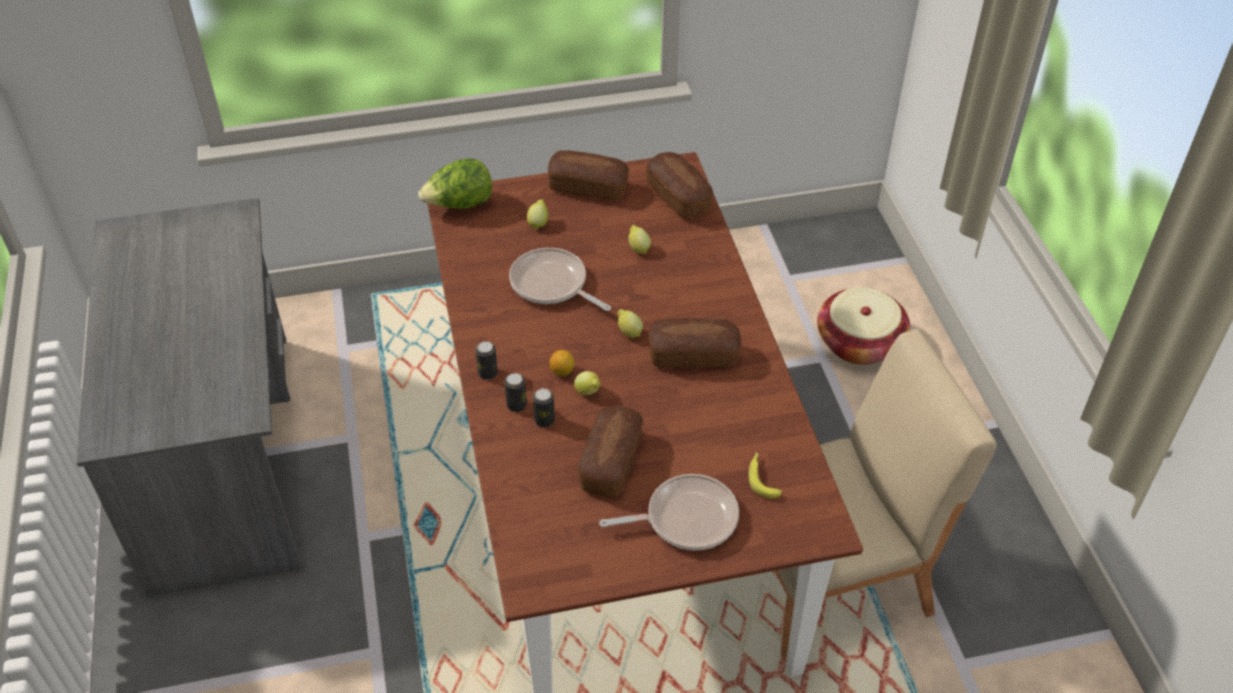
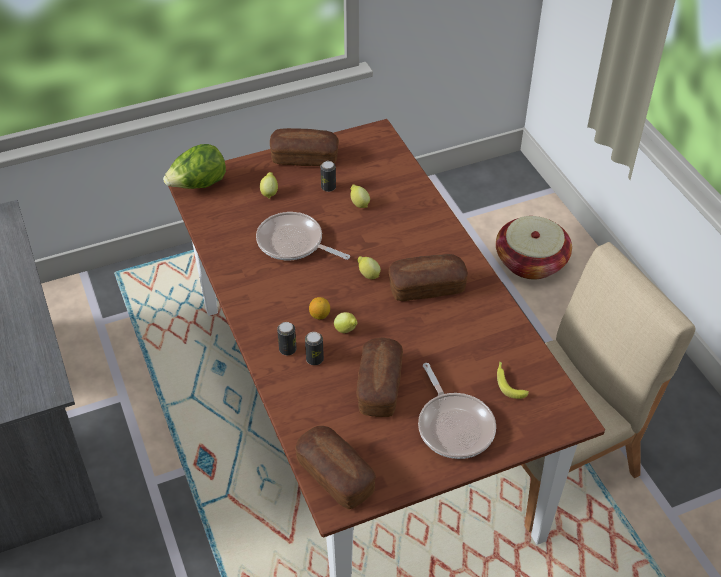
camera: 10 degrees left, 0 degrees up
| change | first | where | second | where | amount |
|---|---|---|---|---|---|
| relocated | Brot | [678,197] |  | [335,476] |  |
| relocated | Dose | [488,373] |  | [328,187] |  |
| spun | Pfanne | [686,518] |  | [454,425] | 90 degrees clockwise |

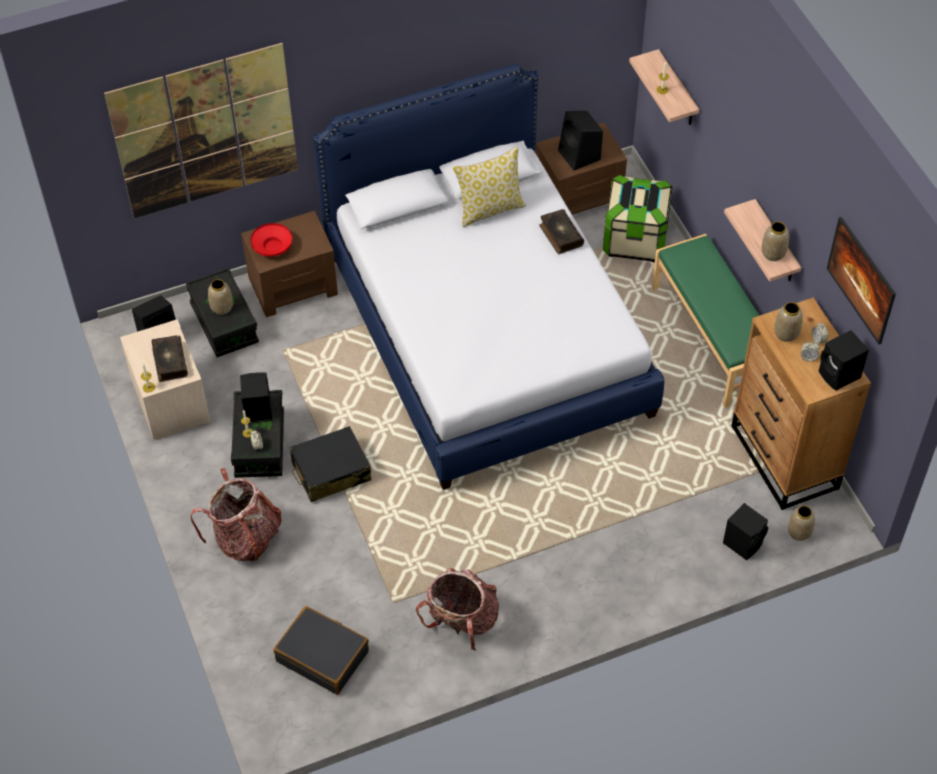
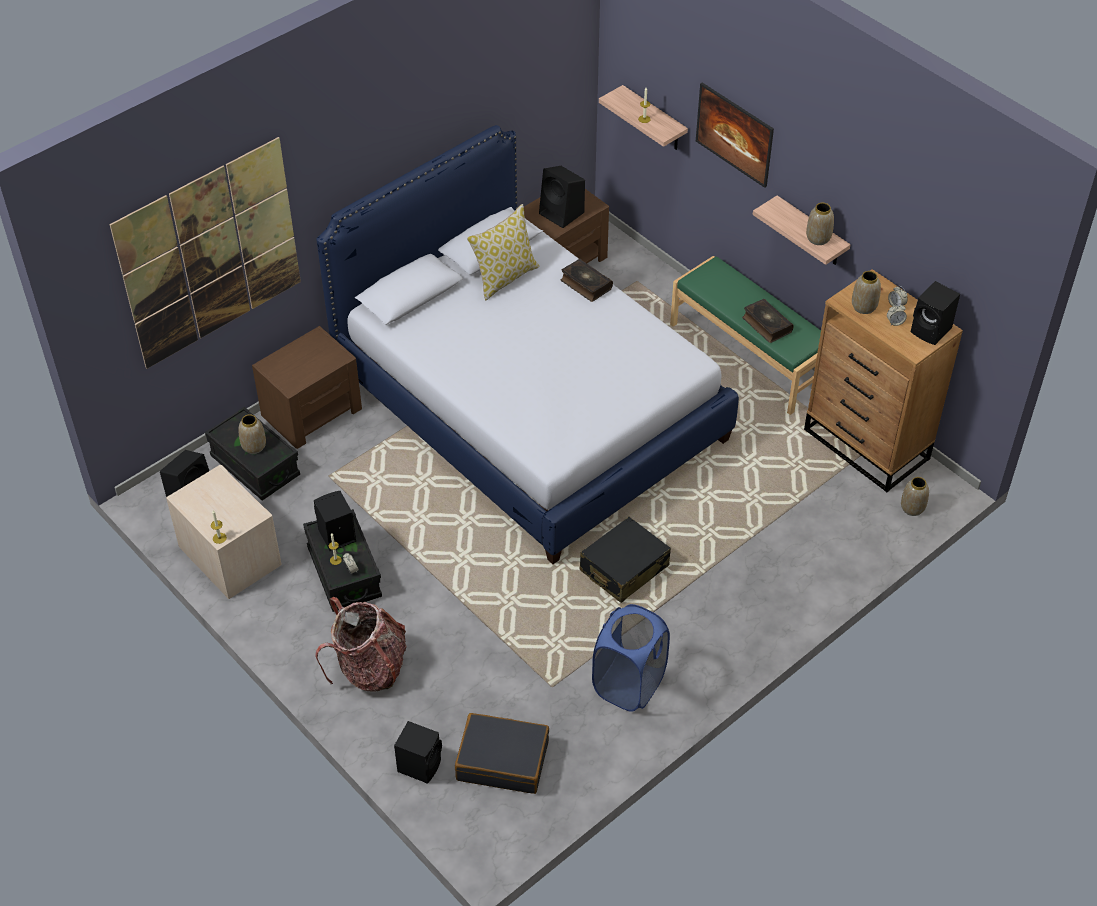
camera: 20 degrees left, 5 degrees down
| change | first | where | second | where | amount |
|---|---|---|---|---|---|
| missing | Aufbewahrungsbox | [635,240] |  |  |  |
| relocated | Bild | [858,292] |  | [733,149] |  |
| missing | Schüssel (rot) | [272,247] |  |  |  |
| relocated | Buch | [169,362] |  | [766,325] |  |
| relocated | Koffer (schwarz) | [330,471] |  | [624,568] |  |
| relocated | Lautsprecher (schwarz) | [743,542] |  | [420,764] |  |
| exchanged | Rucksack | [461,621] | Wäschekorb (blau) | [629,684] |  |

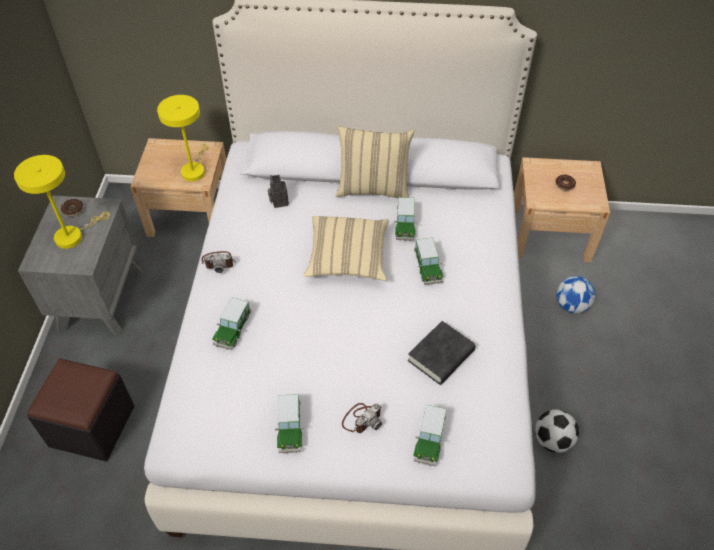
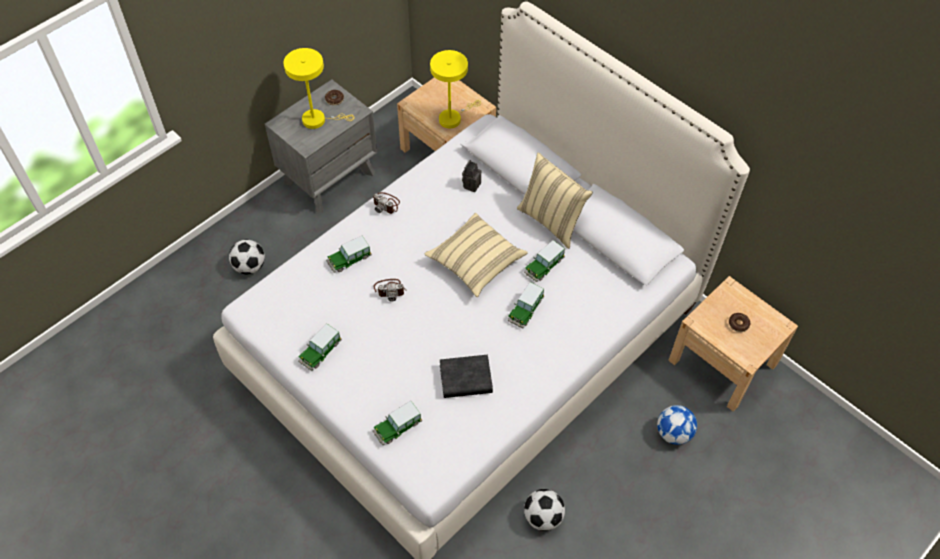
camera: 40 degrees right, 5 degrees up
| change | first | where | second | where | amount |
|---|---|---|---|---|---|
| exchanged | Polsterhocker (schwarz) | [92,426] | Fußball | [250,266] |  |
| relocated | Kamera | [362,419] |  | [390,289] |  |

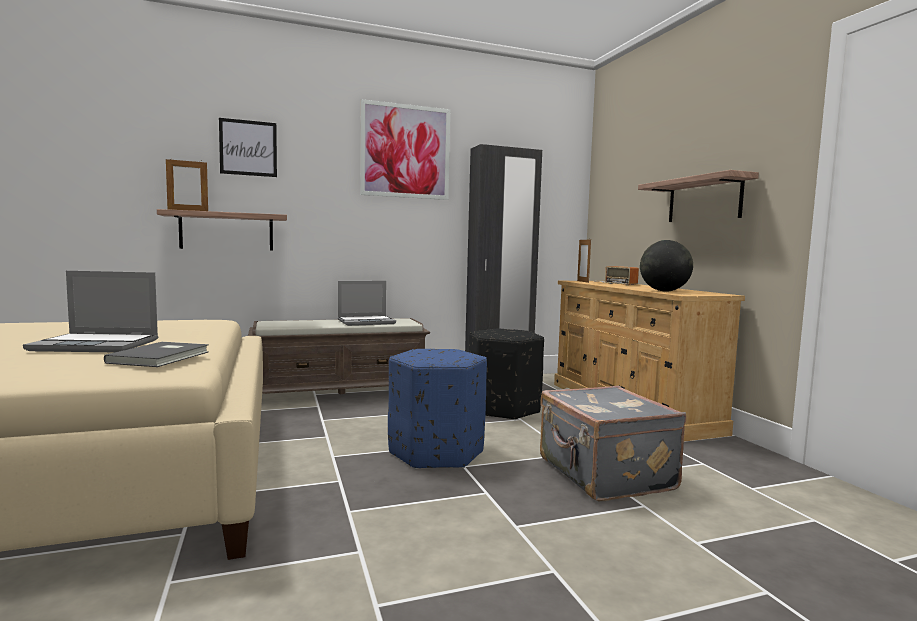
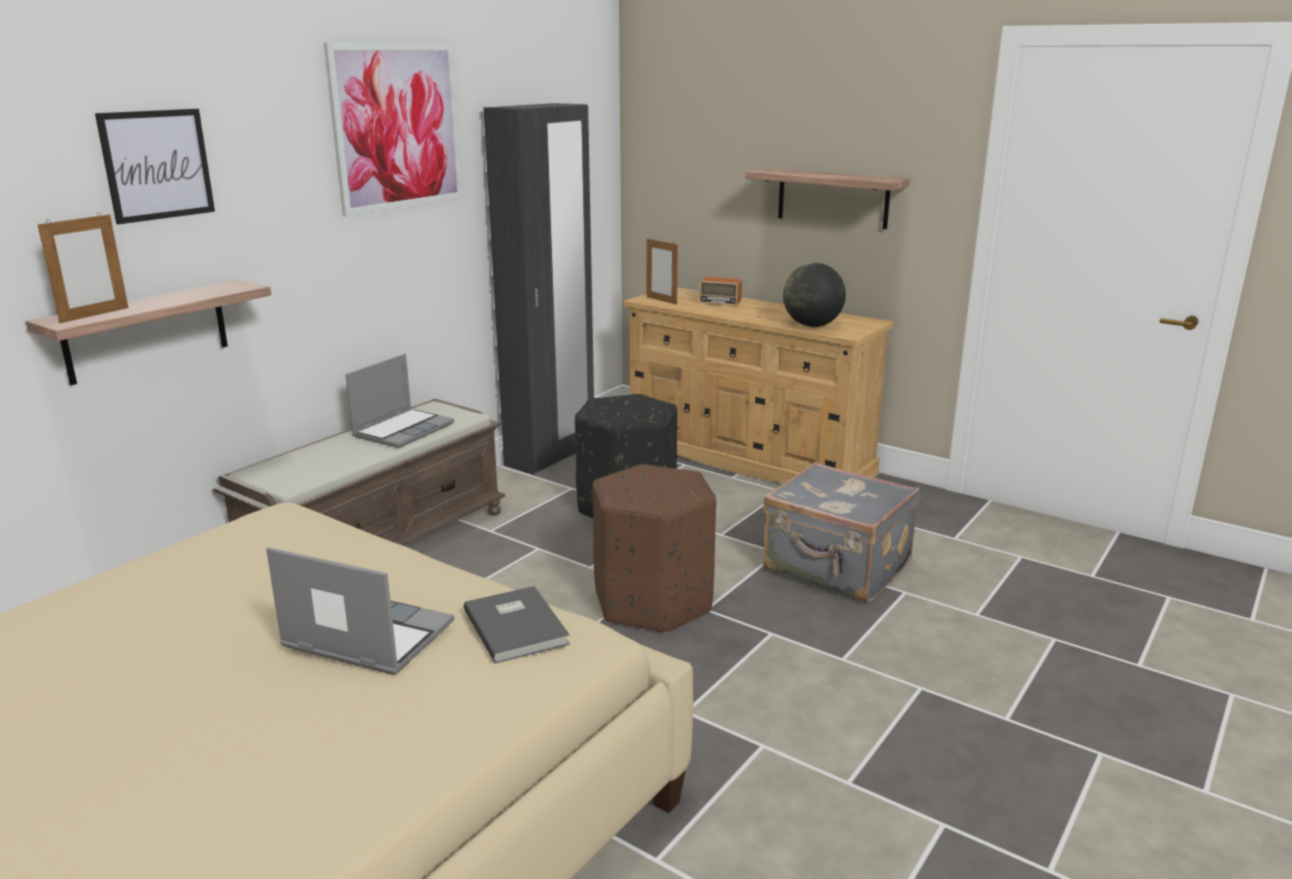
camera: 35 degrees left, 15 degrees up
| change | first | where | second | where | amount |
|---|---|---|---|---|---|
| spun | Laptop | [98,345] |  | [365,636] | 120 degrees counterclockwise |
| colour | Polsterhocker (blau) | [437,452] | Polsterhocker (braun) | [653,601] |  |

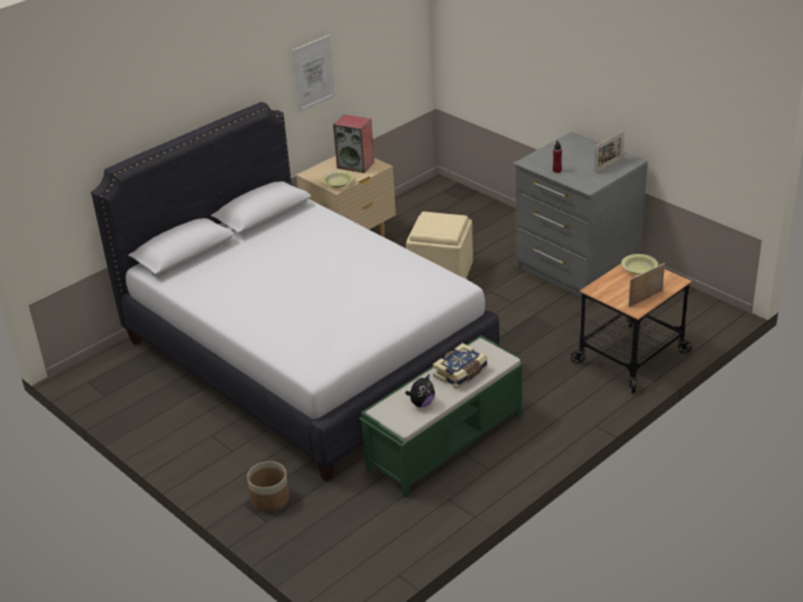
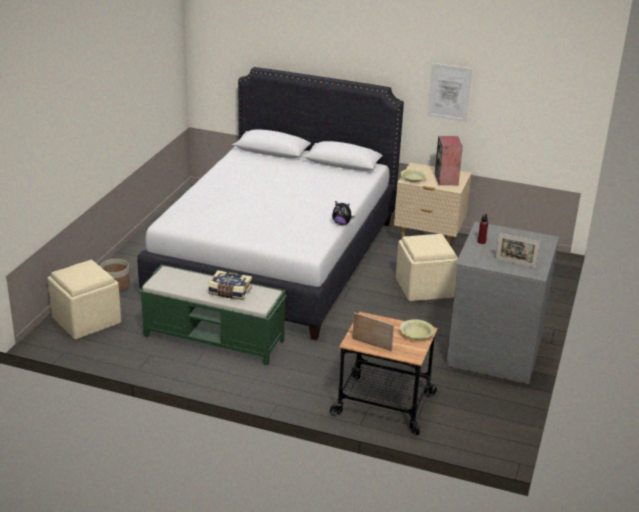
camera: 60 degrees right, 5 degrees down
| change | first | where | second | where | amount |
|---|---|---|---|---|---|
| relocated | Plüschtier | [421,403] |  | [341,223] |  |
| appeared |  |  | Polsterhocker (beige) | [86,320] |  |

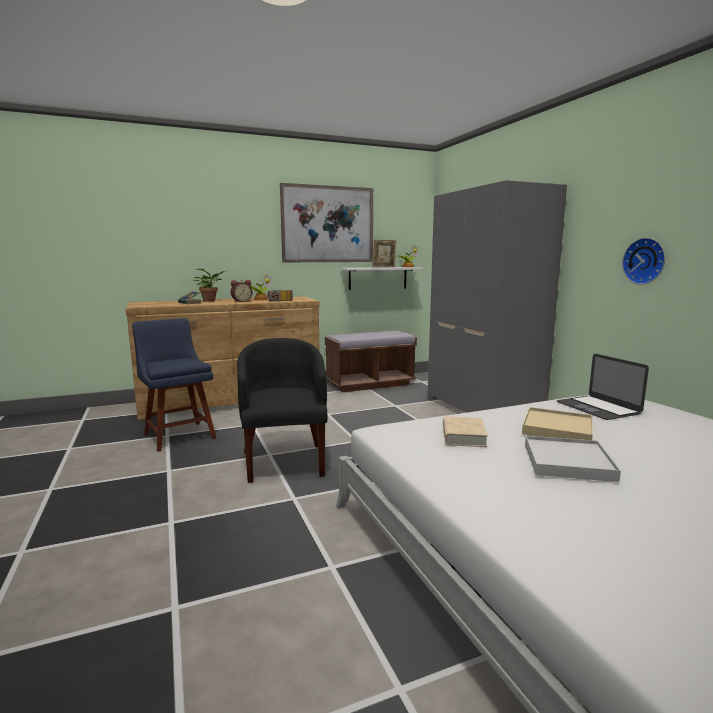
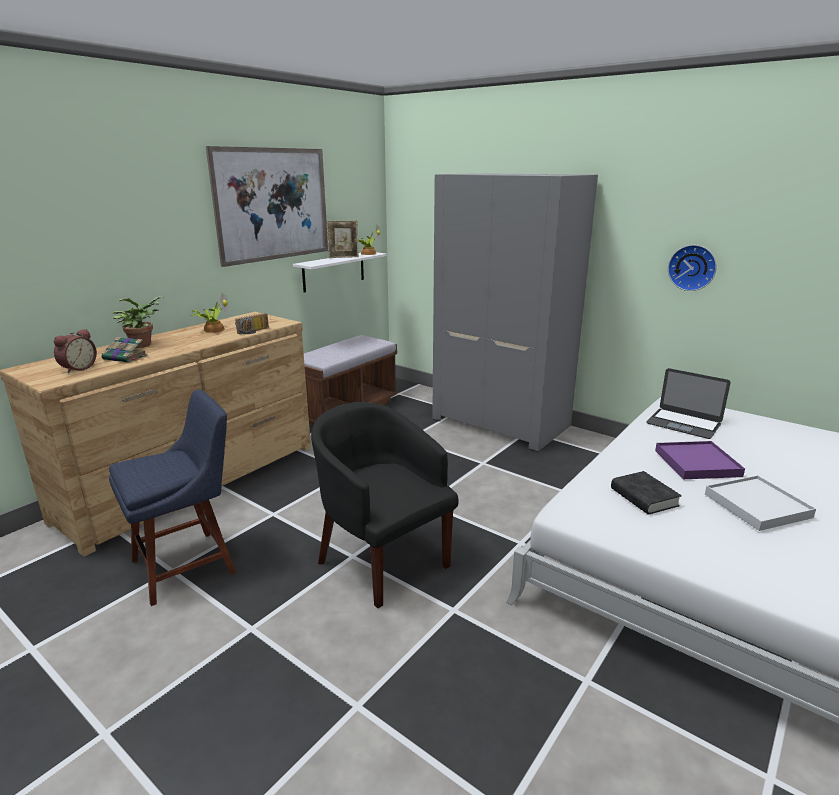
camera: 30 degrees left, 10 degrees up
| change | first | where | second | where | amount |
|---|---|---|---|---|---|
| relocated | Wecker | [241,301] |  | [77,368] |  |
| spun | Stuhl (blau) | [178,435] |  | [189,564] | 120 degrees clockwise |
| colour | Tablett (beige) | [557,428] | Tablett (lila) | [696,463] |  |
| colour | Buch (beige) | [463,436] | Buch (schwarz) | [644,497] |  |

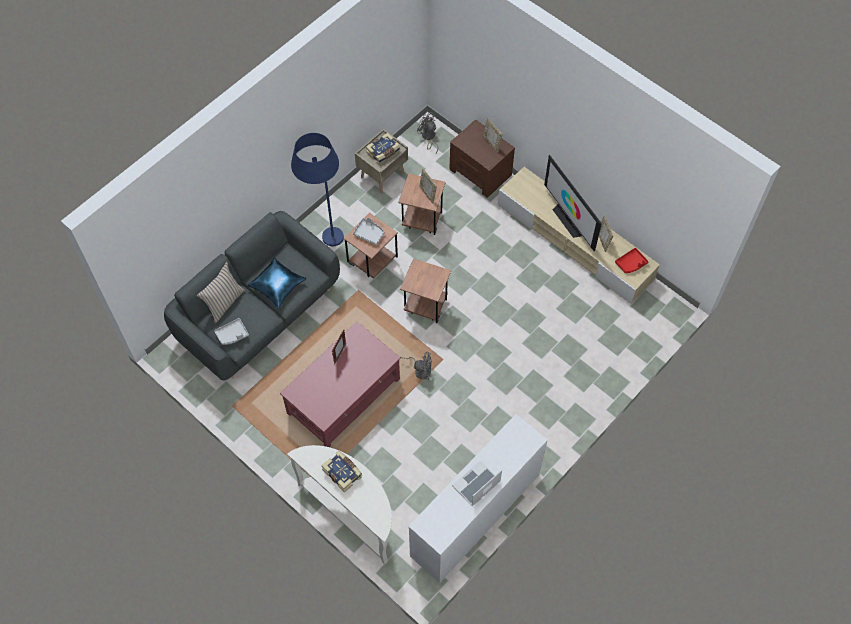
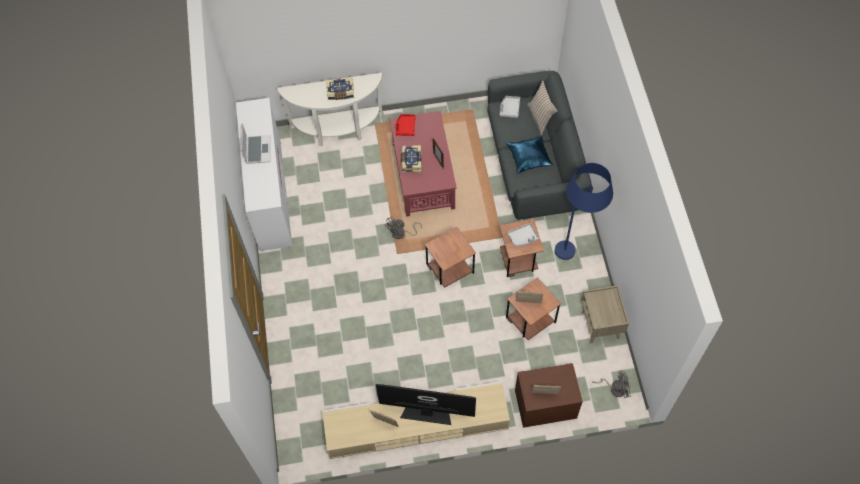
camera: 130 degrees right, 0 degrees up
| change | first | where | second | where | amount |
|---|---|---|---|---|---|
| relocated | Buch | [383,152] |  | [411,162] |  |
| relocated | Tablett (rot) | [631,263] |  | [405,127] |  |

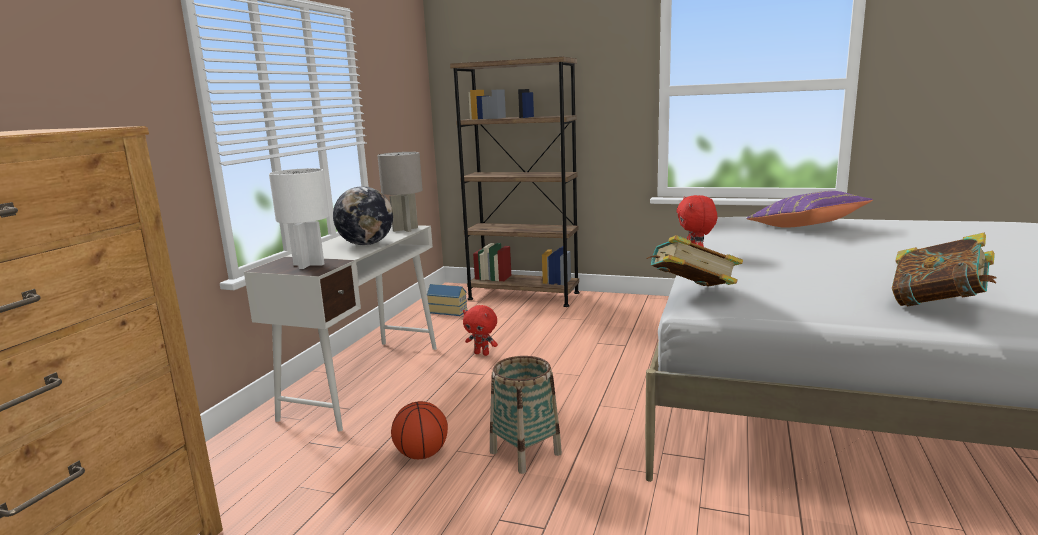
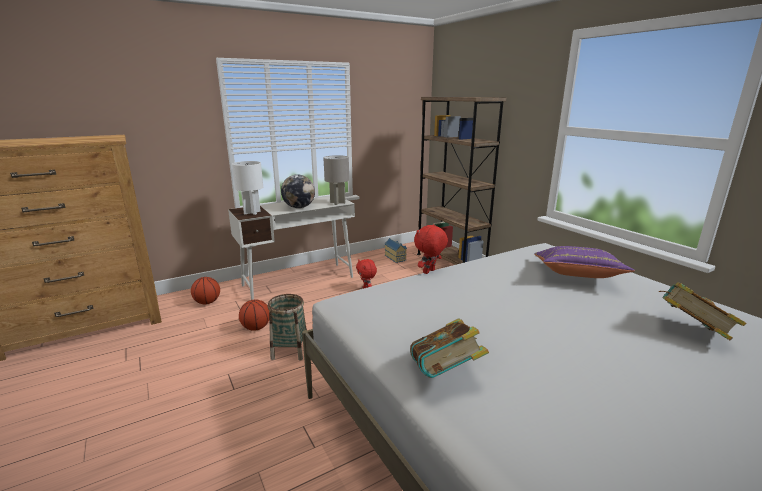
camera: 40 degrees right, 5 degrees up
| change | first | where | second | where | amount |
|---|---|---|---|---|---|
| relocated | Buch | [691,293] |  | [690,332] |  |
| appeared |  |  | Basketball | [207,302] |  |

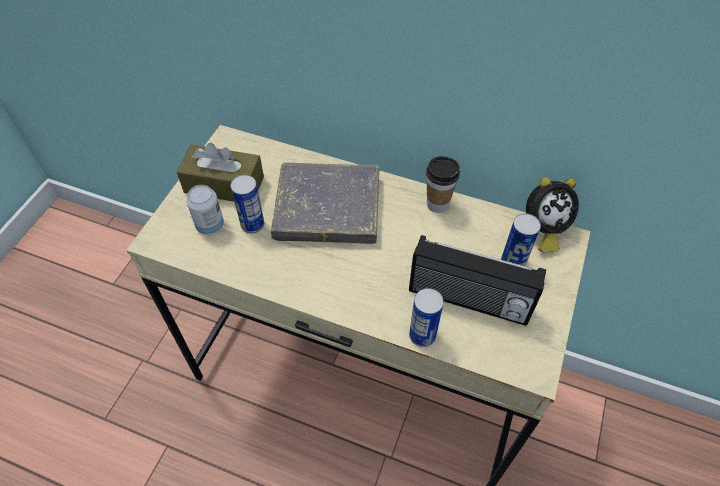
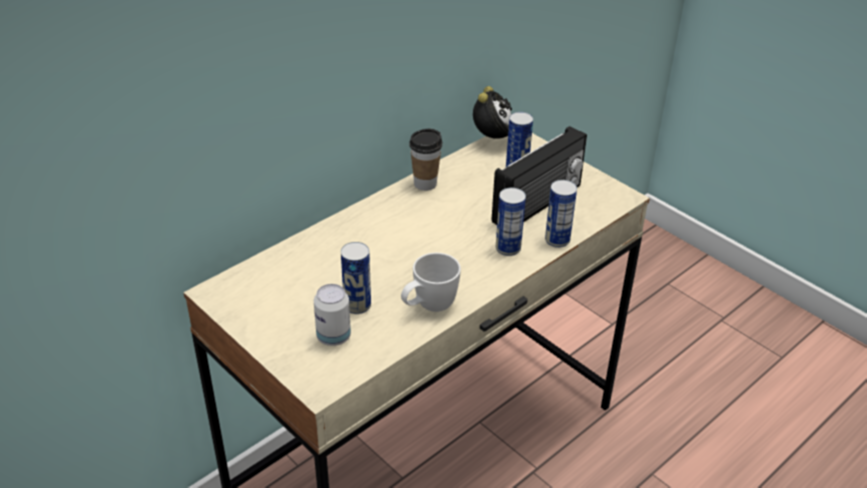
camera: 65 degrees left, 15 degrees down
| change | first | where | second | where | amount |
|---|---|---|---|---|---|
| missing | Taschentuchbox (braun) | [224,185] |  |  |  |
| missing | Buch (grau) | [327,208] |  |  |  |
| appeared |  |  | Dose | [508,248] |  |
| appeared |  |  | Henkelbecher (weiß) | [428,307] |  |

